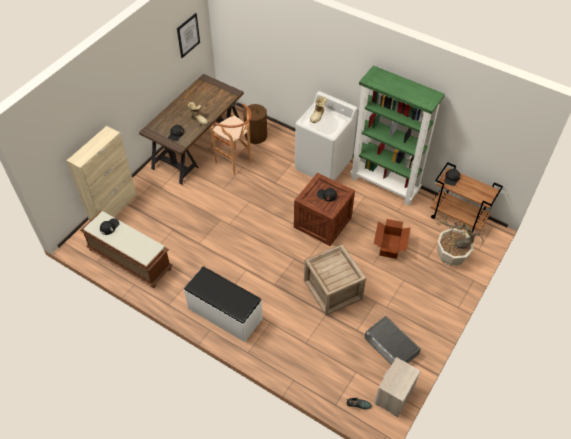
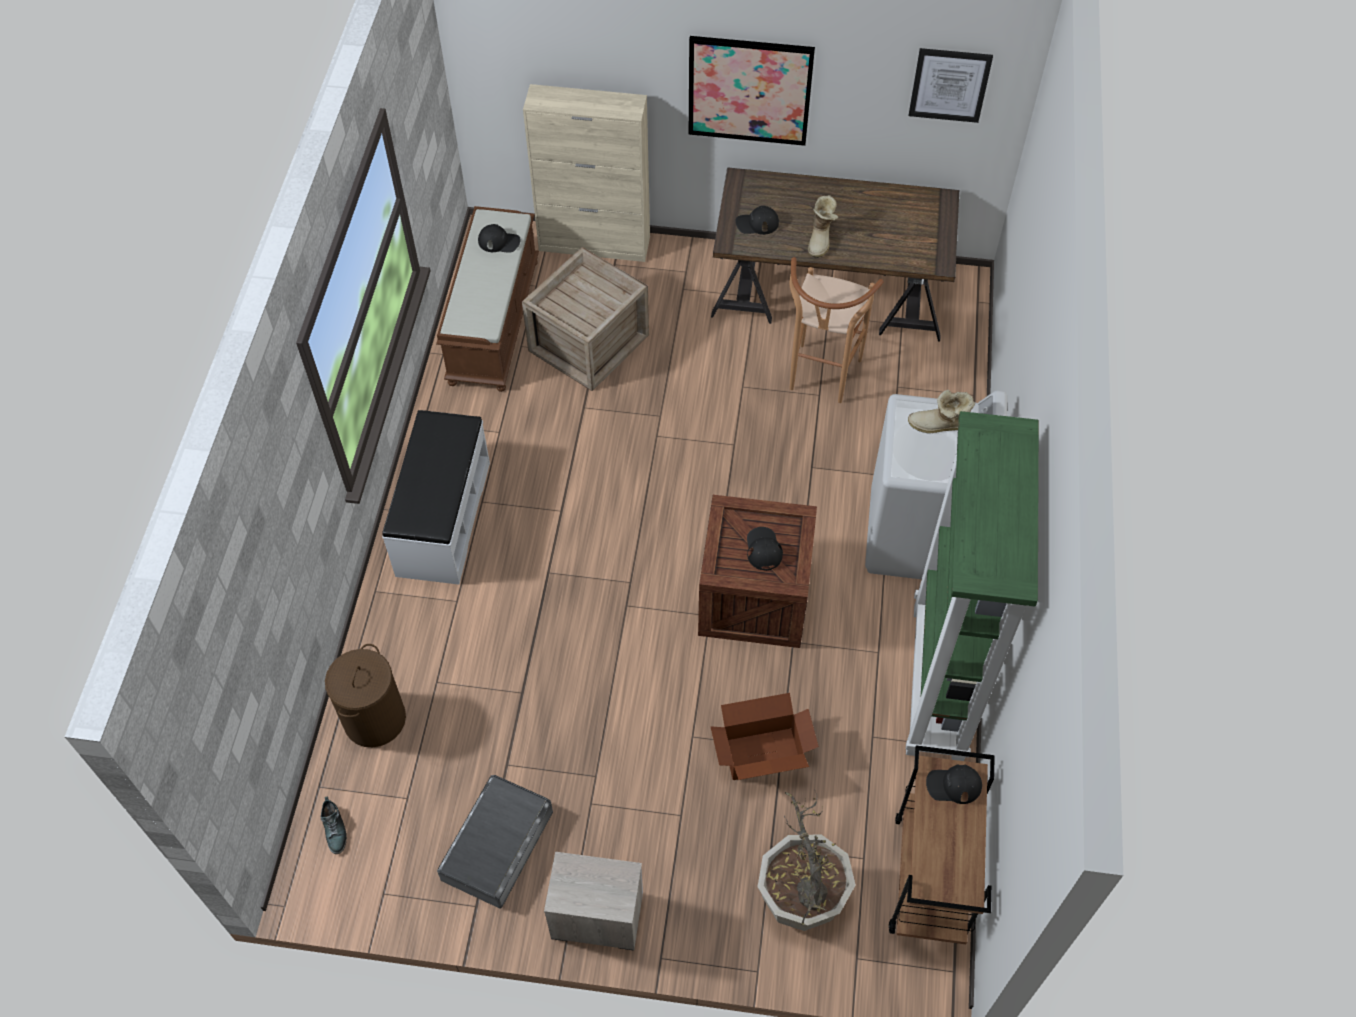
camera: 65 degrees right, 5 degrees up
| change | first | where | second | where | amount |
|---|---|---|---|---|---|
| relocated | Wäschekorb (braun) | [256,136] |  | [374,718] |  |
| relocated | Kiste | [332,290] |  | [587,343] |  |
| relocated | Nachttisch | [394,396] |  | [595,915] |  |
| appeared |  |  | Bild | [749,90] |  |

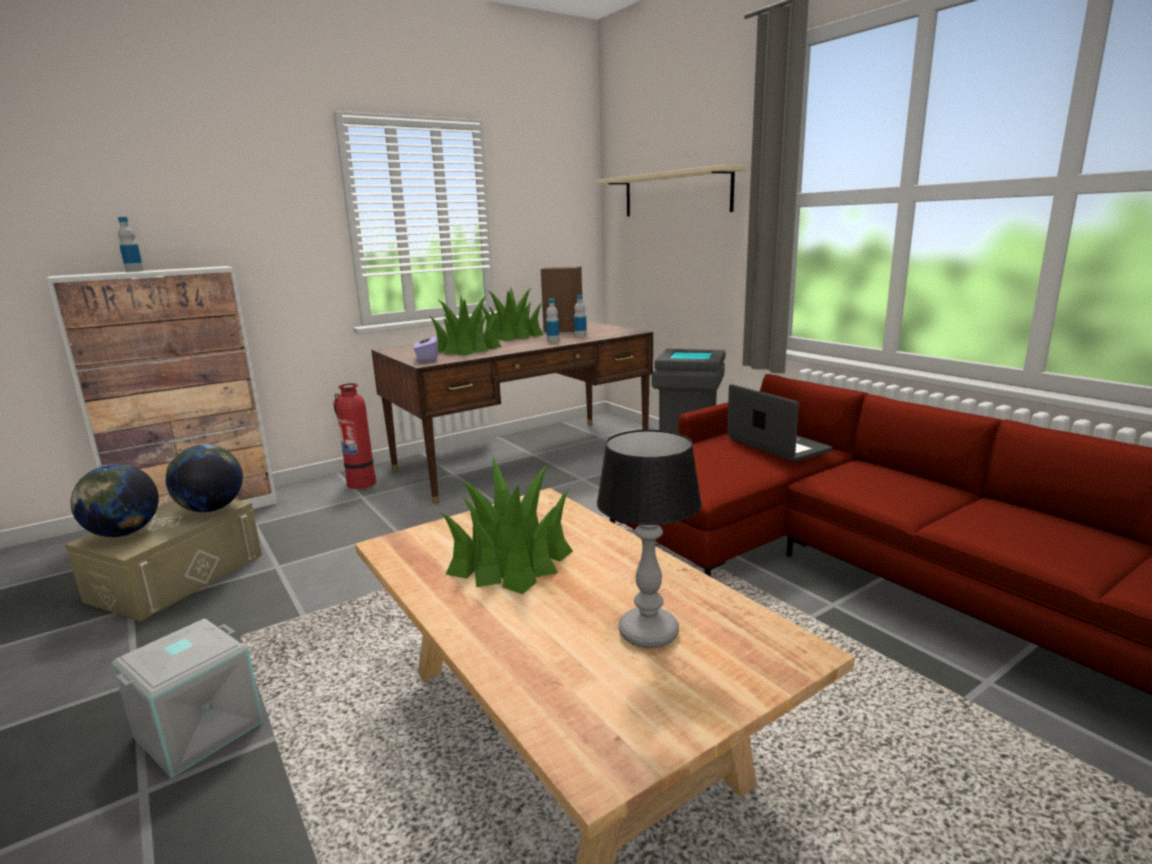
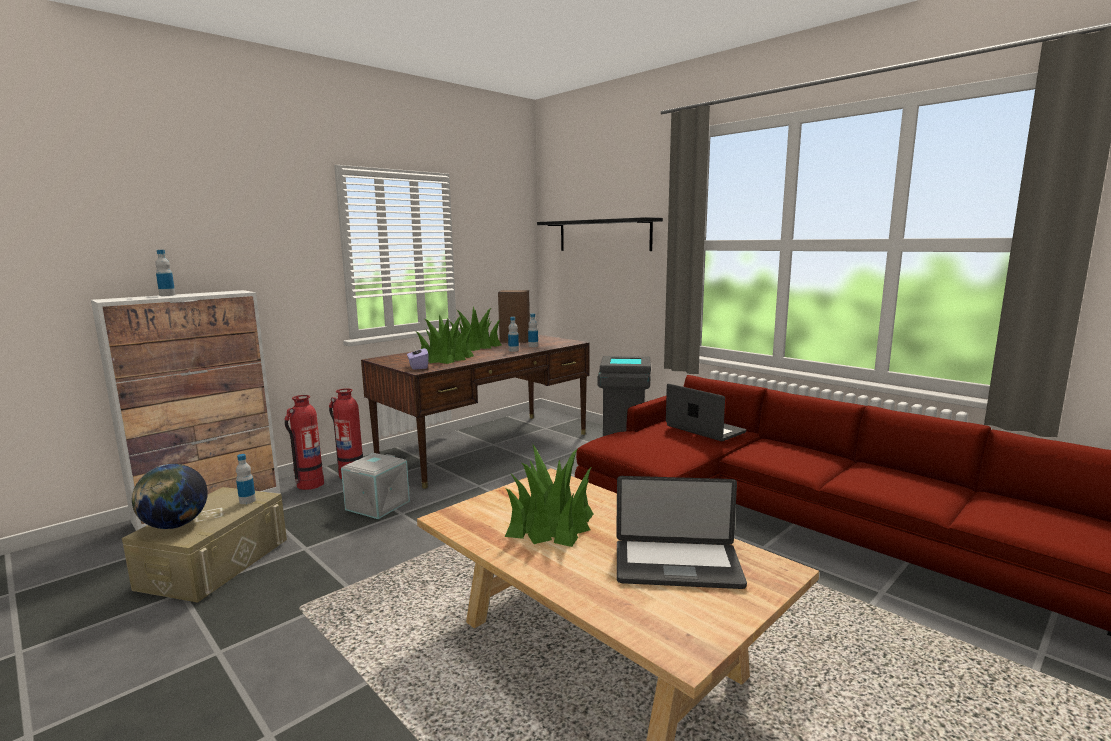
camera: 10 degrees left, 5 degrees down
| change | first | where | second | where | amount |
|---|---|---|---|---|---|
| colour | Wandregal (beige) | [676,194] | Wandregal (schwarz) | [603,235] |  |
| exchanged | Tischlampe | [649,632] | Laptop | [677,566] |  |
| exchanged | Globus | [211,509] | Flasche | [247,501] |  |
| relocated | Aufbewahrungsbox (grau) | [199,730] |  | [378,506] |  |
| appeared |  |  | Feuerlöscher | [309,484] |  |

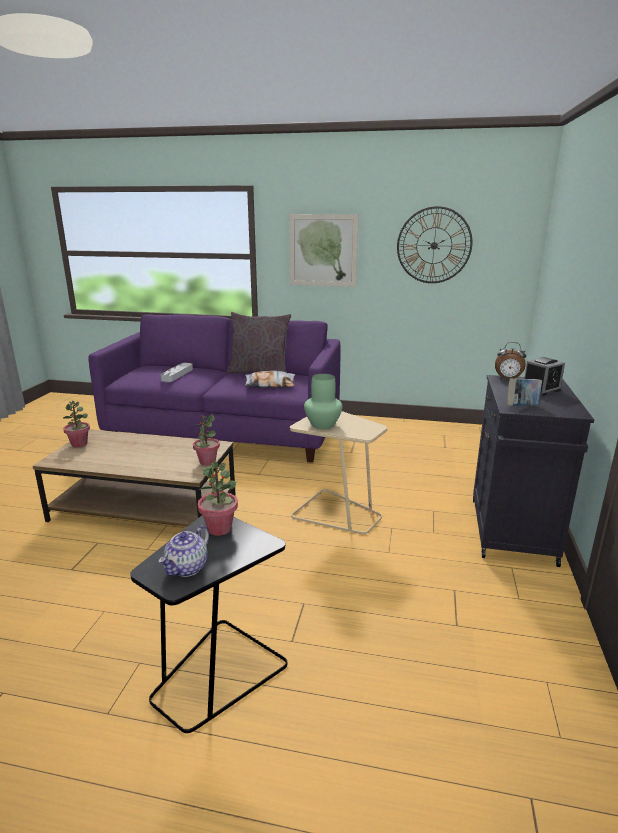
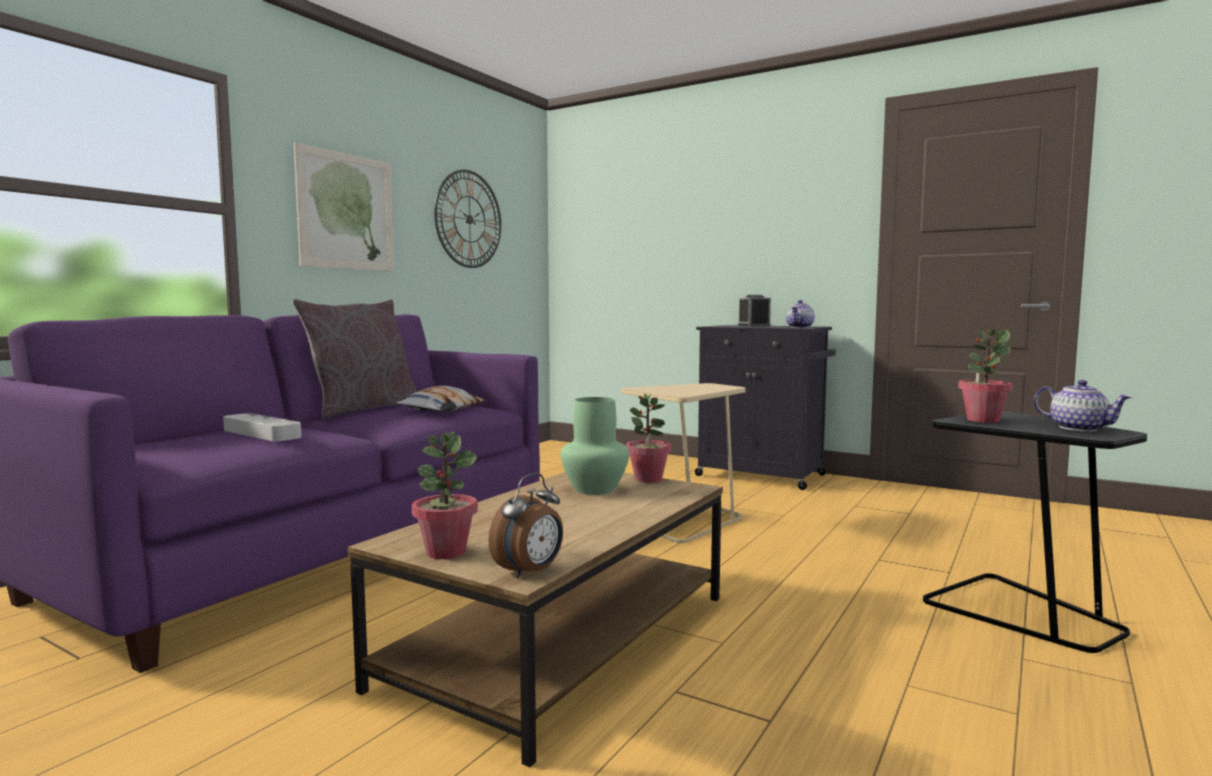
camera: 70 degrees left, 15 degrees down
| change | first | where | second | where | amount |
|---|---|---|---|---|---|
| relocated | Wecker | [508,380] |  | [530,572] |  |
| relocated | Vase (grün) | [322,424] |  | [593,489] |  |
| exchanged | Buch | [522,408] | Teekanne | [800,327] |  |

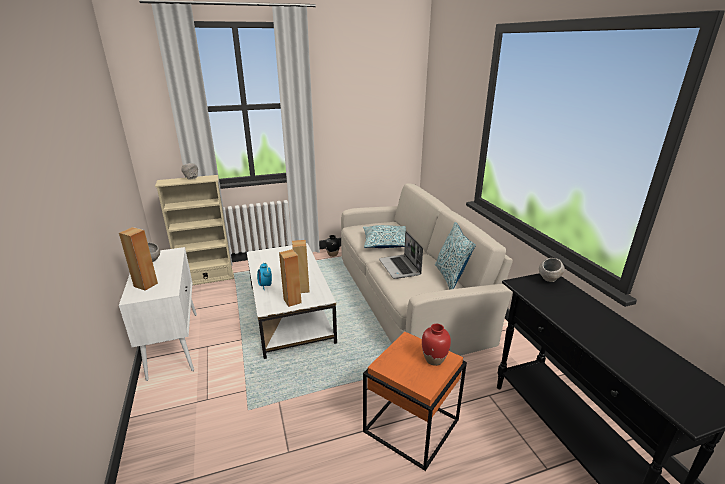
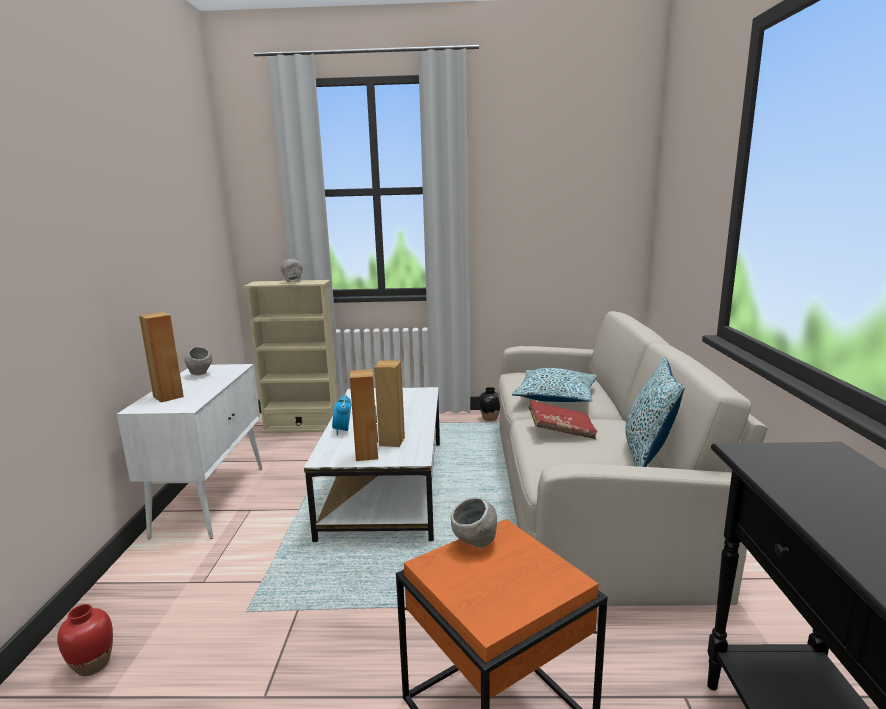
camera: 20 degrees right, 10 degrees down
| change | first | where | second | where | amount |
|---|---|---|---|---|---|
| exchanged | Laptop | [400,267] | Buch (rot) | [561,430] |  |
| relocated | Schüssel (grau) | [548,281] |  | [475,544] |  |
| relocated | Vase (rot) | [434,359] |  | [92,665] |  |

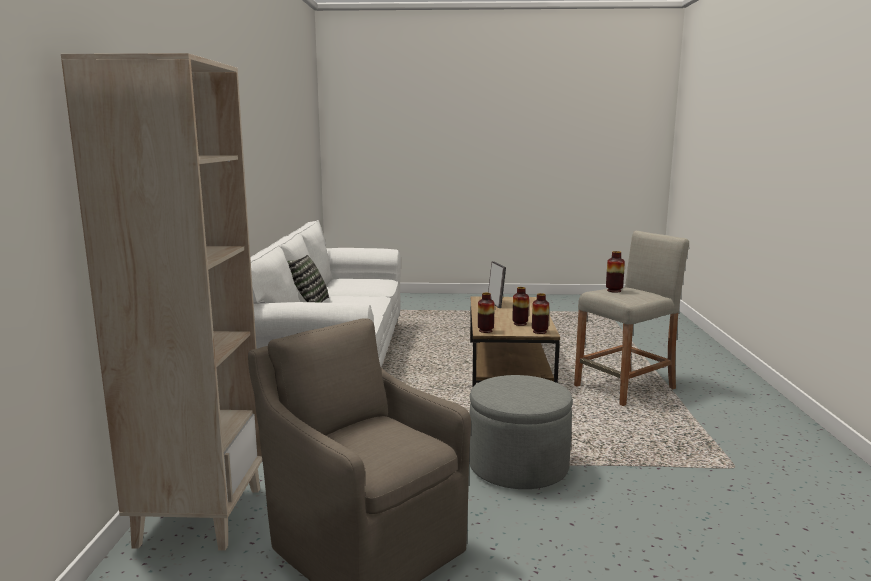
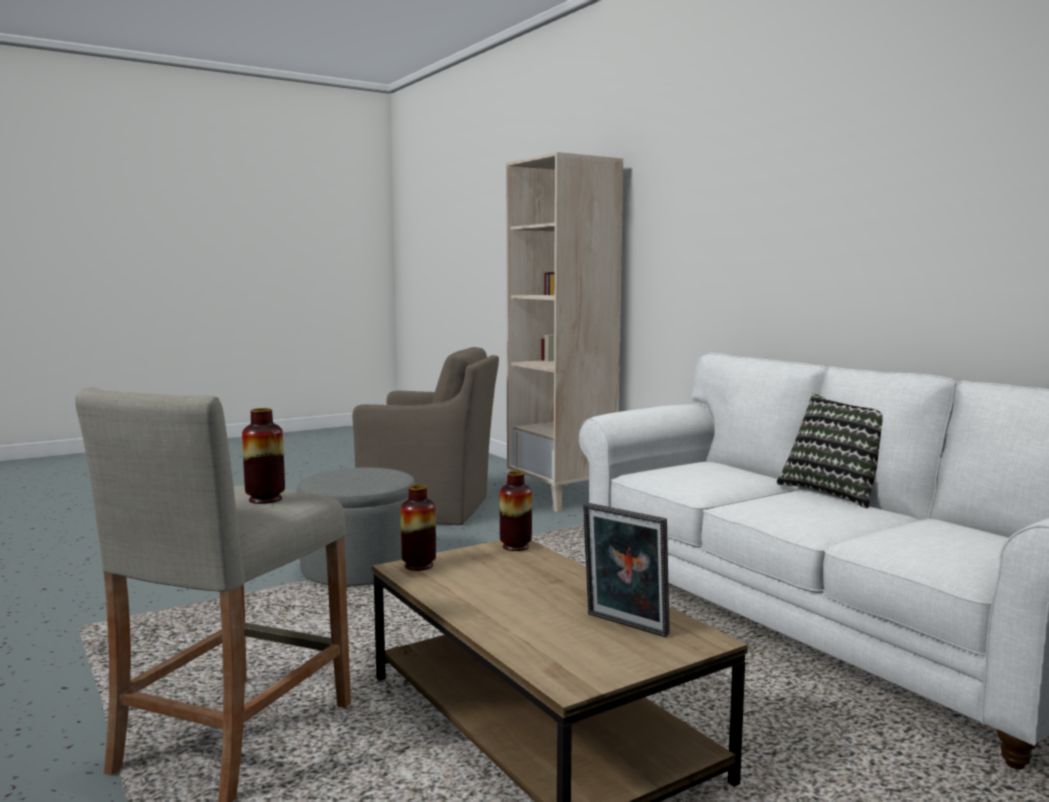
camera: 145 degrees right, 5 degrees down
| change | first | where | second | where | amount |
|---|---|---|---|---|---|
| missing | Vase | [520,324] |  |  |  |

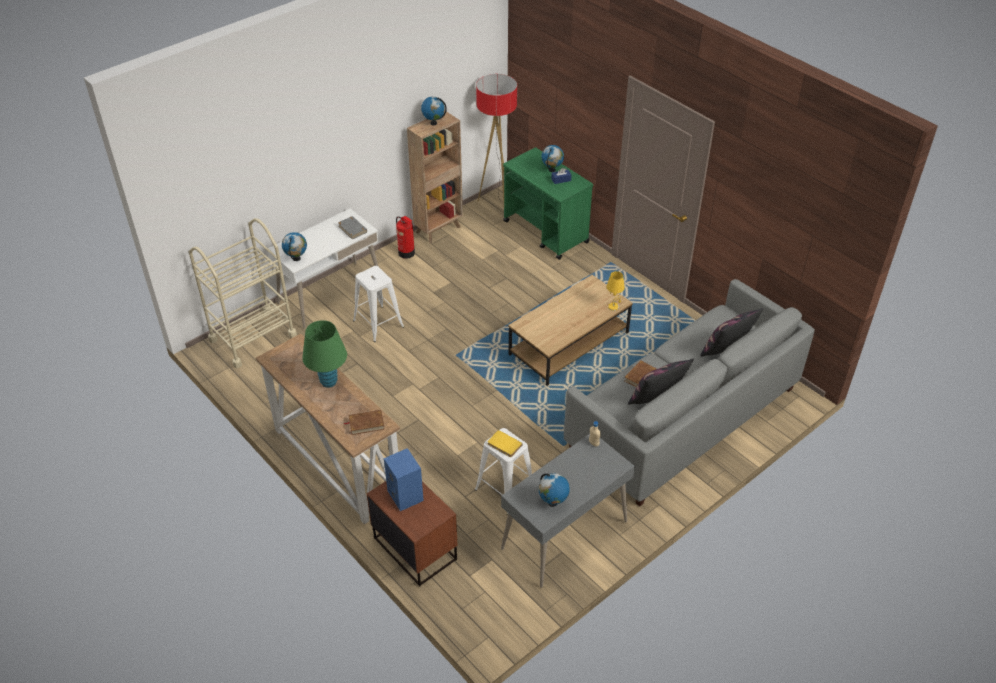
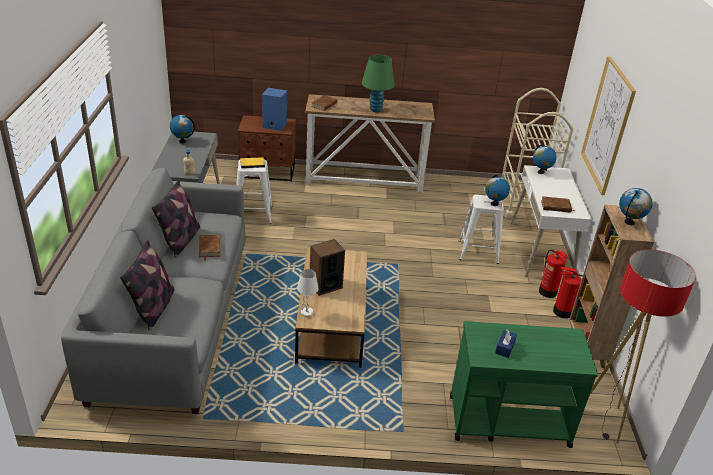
camera: 130 degrees right, 10 degrees down
| change | first | where | second | where | amount |
|---|---|---|---|---|---|
| relocated | Globus | [552,170] |  | [494,204] |  |
| colour | Buch (grau) | [352,229] | Buch (braun) | [556,206] |  |
| colour | Tischlampe (gelb) | [613,307] | Tischlampe (weiß) | [306,313] |  |
| appeared |  |  | Bild | [607,125] |  |
| appeared |  |  | Lautsprecher | [325,286] |  |
| appeared |  |  | Feuerlöscher | [548,292] |  |

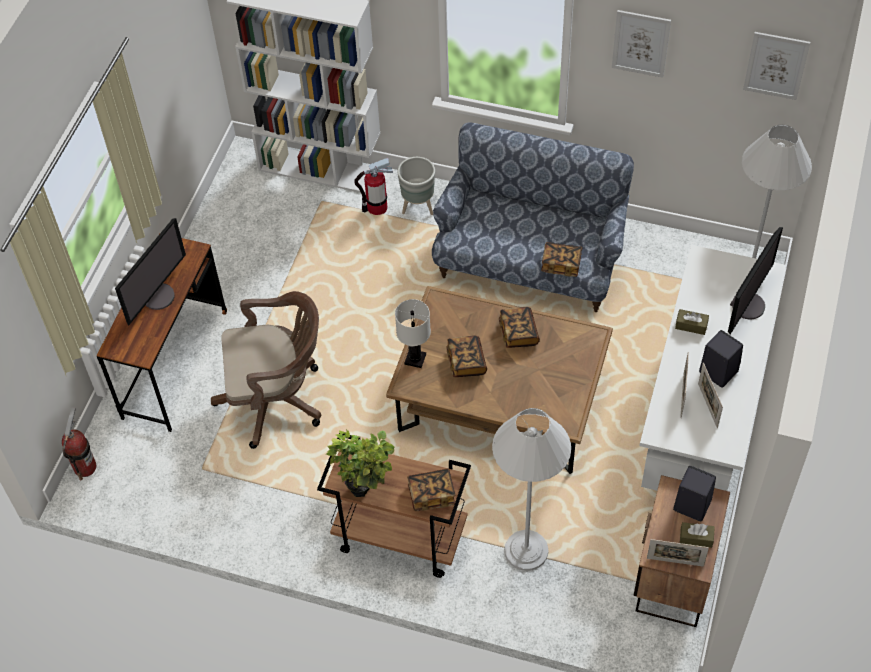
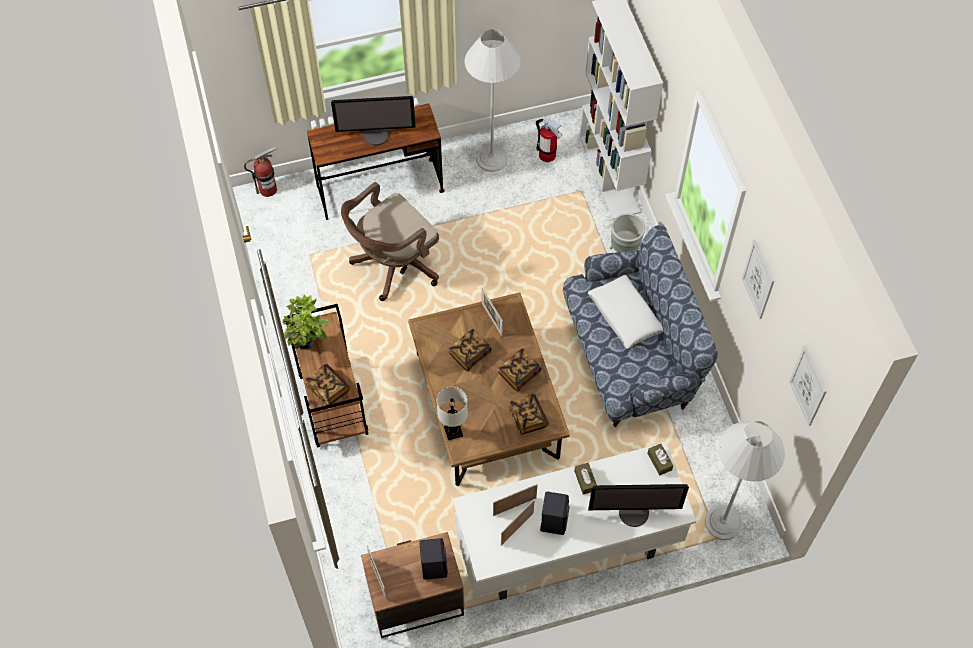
camera: 55 degrees right, 5 degrees up
| change | first | where | second | where | amount |
|---|---|---|---|---|---|
| relocated | Feuerlöscher | [377,208] |  | [547,155] |  |
| relocated | Buch | [561,265] |  | [528,418] |  |
| spun | Bürostuhl (braun) | [277,399] |  | [393,265] | 90 degrees clockwise |
| relocated | Tischlampe (weiß) | [415,359] |  | [453,432] |  |
| relocated | Stehlampe (weiß) | [526,550] |  | [491,158] |  |
| relocated | Taschentuchbox (braun) | [696,538] |  | [659,461] |  |
| appeared |  |  | Kissen (weiß) | [625,316] |  |
| appeared |  |  | Bilderrahmen | [492,319] |  |

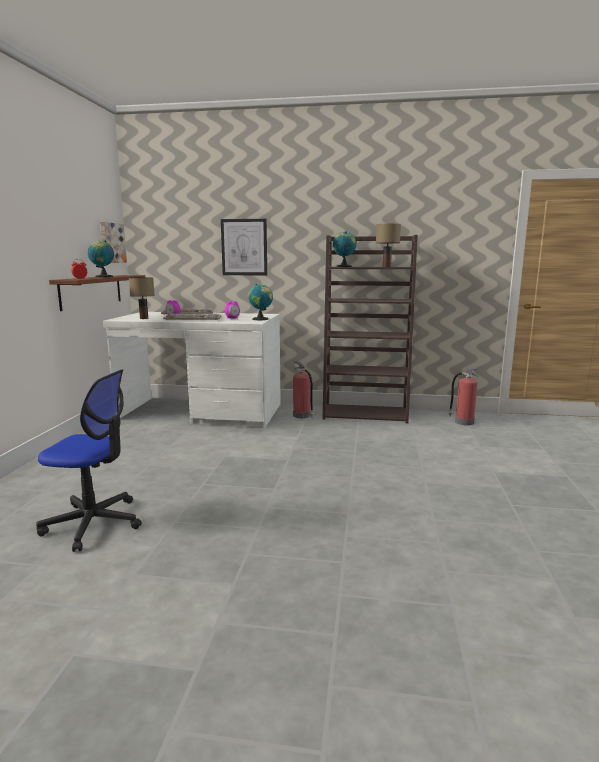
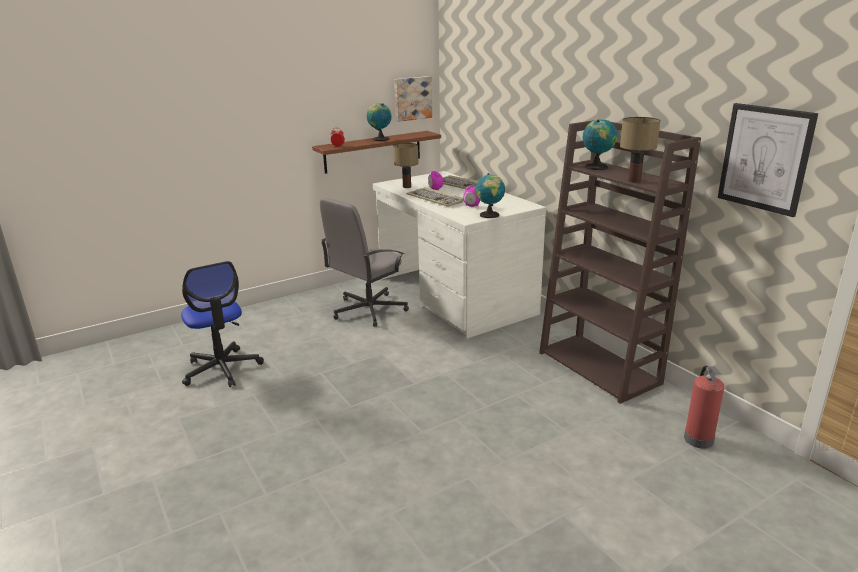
camera: 50 degrees right, 10 degrees up
| change | first | where | second | where | amount |
|---|---|---|---|---|---|
| relocated | Bild | [244,247] |  | [765,158] |  |
| missing | Feuerlöscher | [302,416] |  |  |  |
| appeared |  |  | Bürostuhl (grau) | [368,310] |  |

